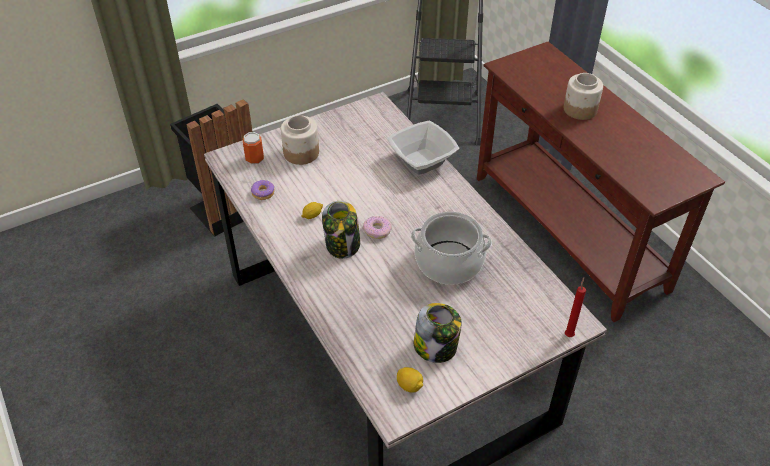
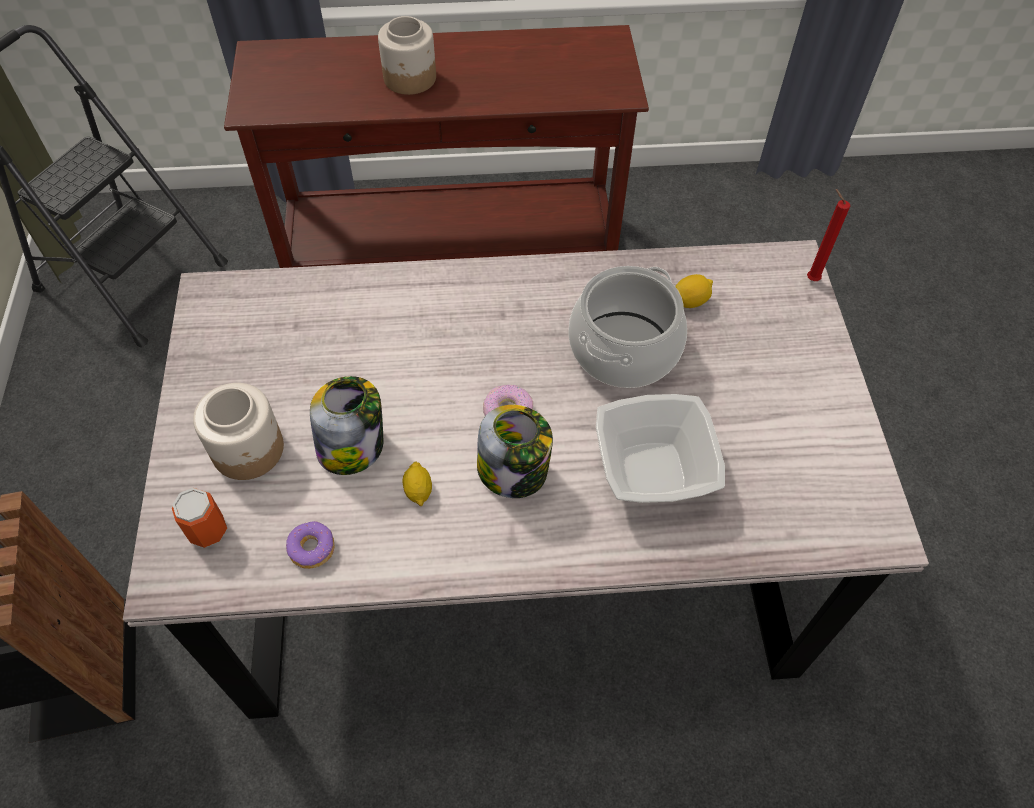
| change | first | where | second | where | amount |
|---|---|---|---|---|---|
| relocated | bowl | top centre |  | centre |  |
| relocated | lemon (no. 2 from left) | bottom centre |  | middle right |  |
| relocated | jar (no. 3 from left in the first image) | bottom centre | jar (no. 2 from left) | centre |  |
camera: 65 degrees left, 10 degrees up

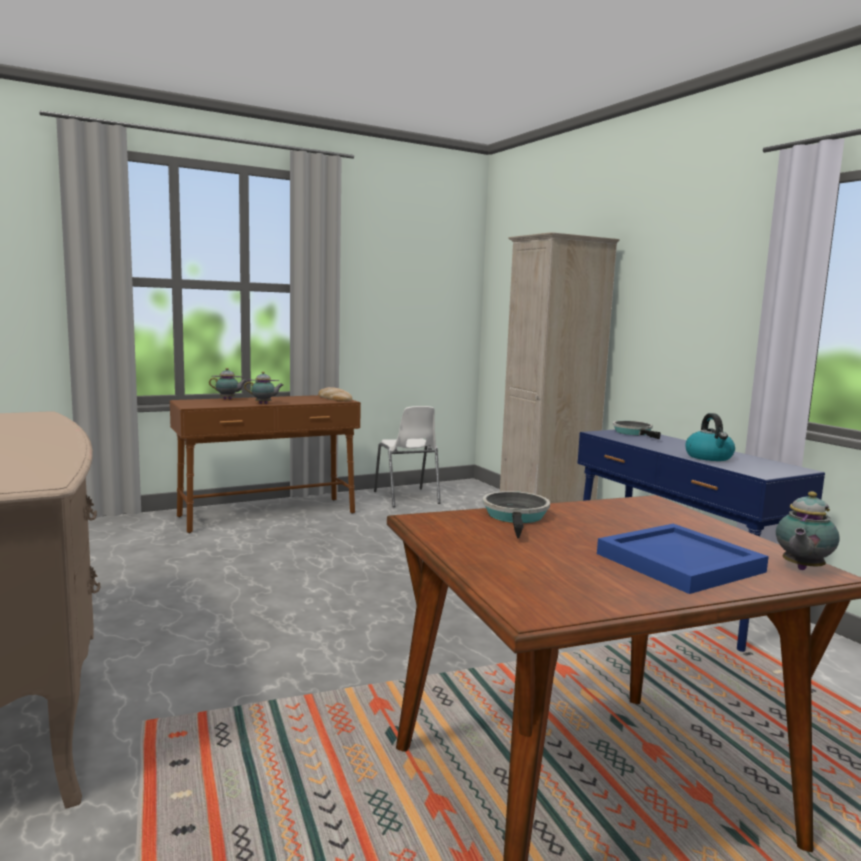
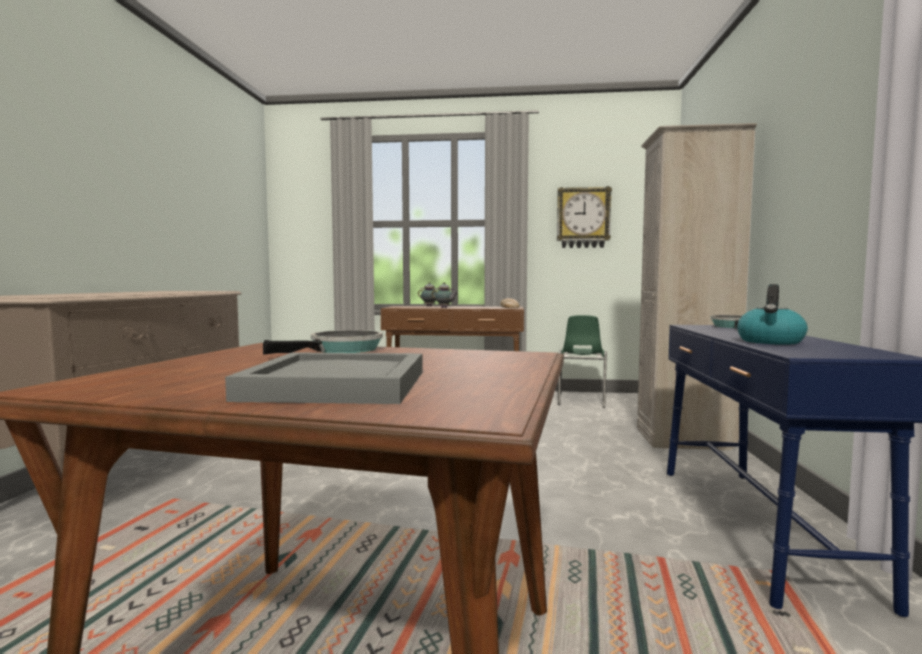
| change | first | where | second | where | amount |
|---|---|---|---|---|---|
| missing | teapot (no. 3 from left) | middle right |  |  |  |
| appeared |  |  | wall clock | top centre |  |
| colour | chair/white | centre | chair/green | centre |  |
| colour | tray/blue | middle right | tray/grey | centre |  |
camera: 35 degrees right, 5 degrees down

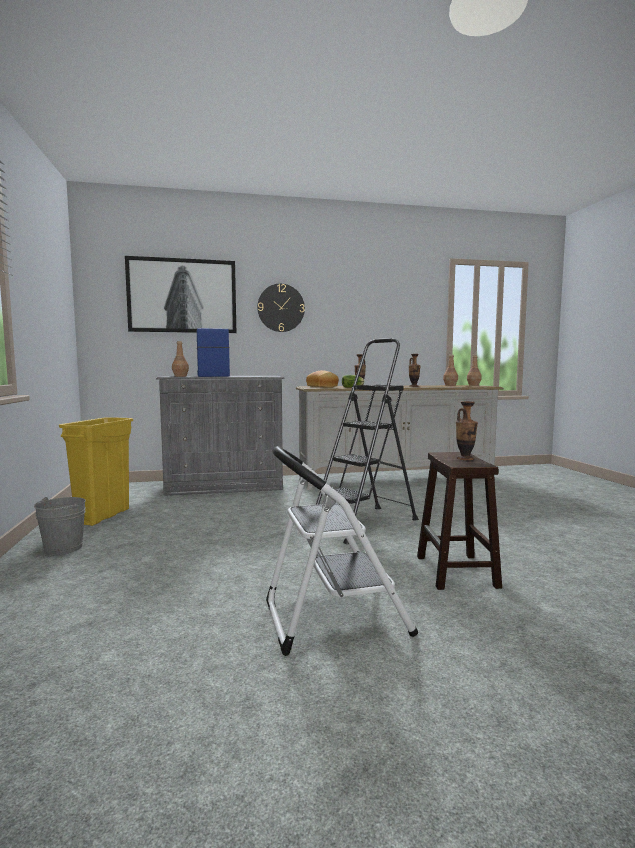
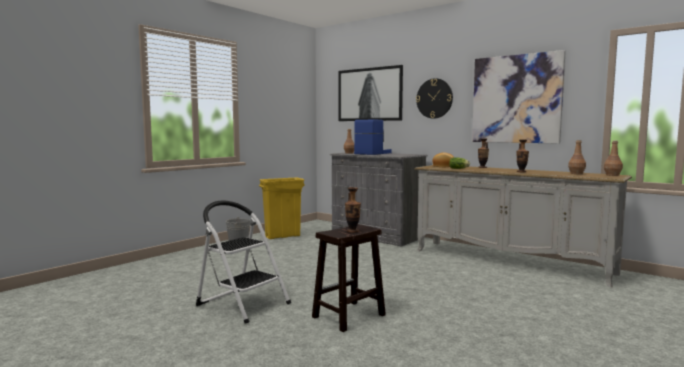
| change | first | where | second | where | amount |
|---|---|---|---|---|---|
| missing | step ladder (no. 2 from left) | centre |  |  |  |
| appeared |  |  | picture (no. 2 from left) | top right |  |
camera: 50 degrees right, 0 degrees up

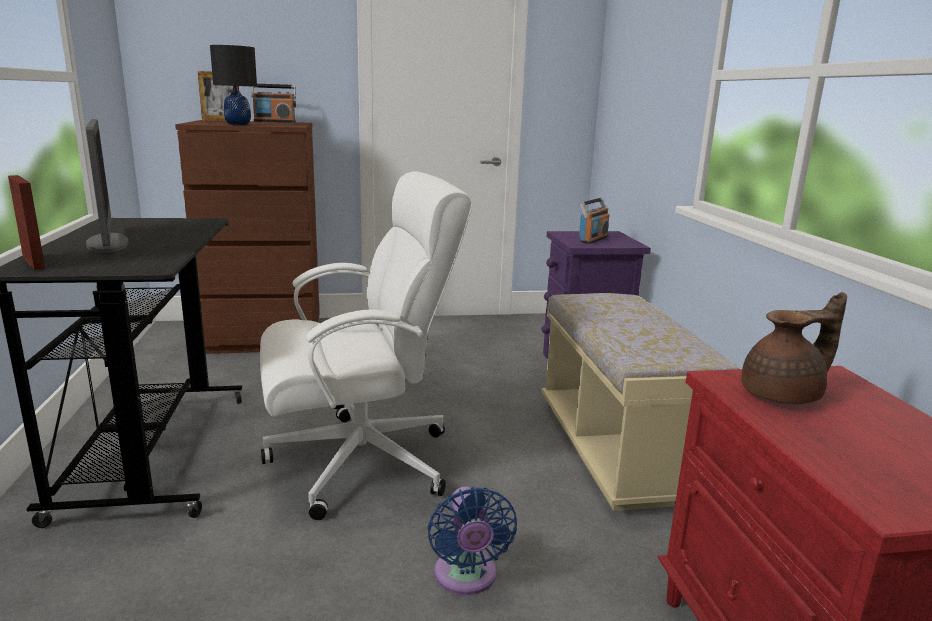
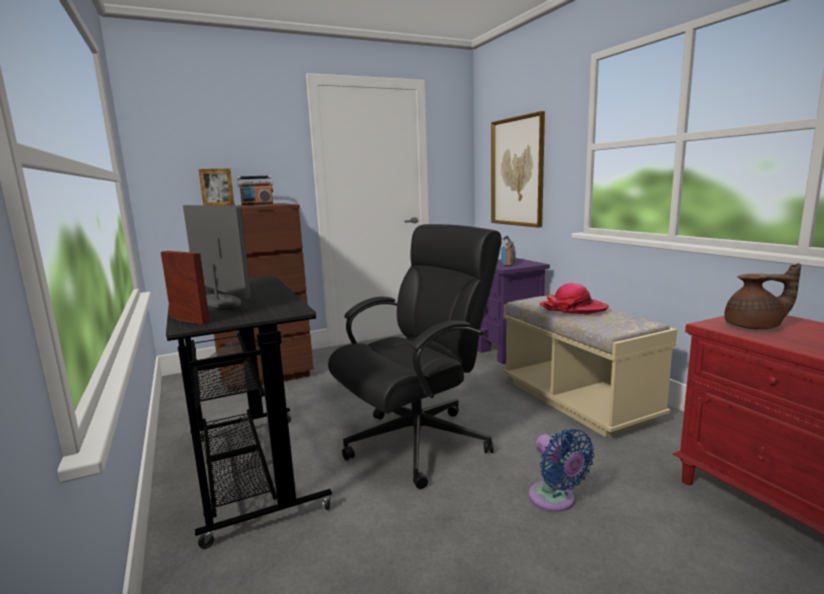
| change | first | where | second | where | amount |
|---|---|---|---|---|---|
| missing | table lamp/black | top left |  |  |  |
| appeared |  |  | picture | top centre |  |
| appeared |  |  | hat | middle right |  |
| colour | office chair/white | centre | office chair/black | centre |  |
| spun | teapot/brown | middle right |  | middle right | 45 degrees clockwise |
camera: 15 degrees left, 5 degrees down

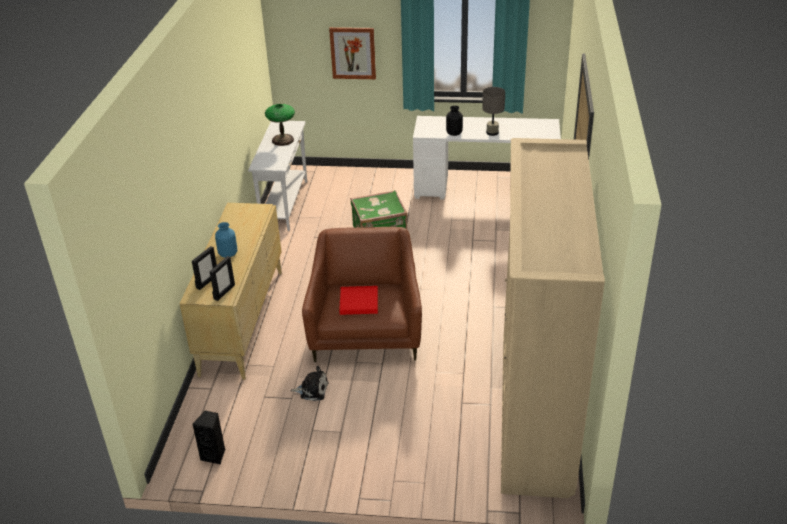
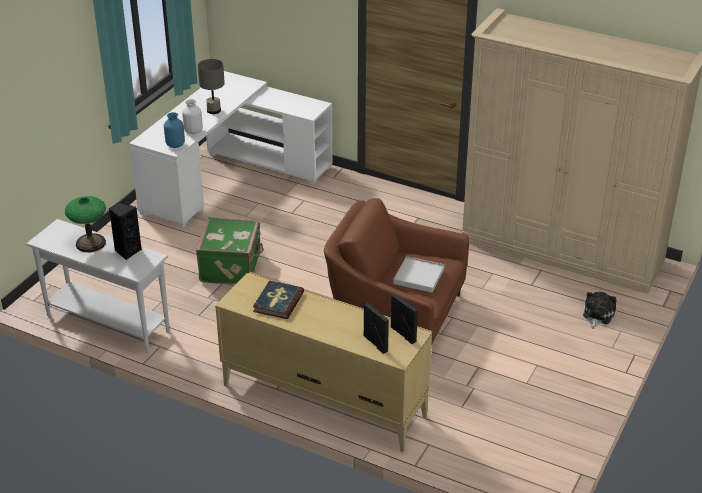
| change | first | where | second | where | amount |
|---|---|---|---|---|---|
| missing | picture | top centre |  |  |  |
| appeared |  |  | book | centre |  |
| relocated | speaker/black | bottom left |  | middle left |  |
| relocated | vase/blue | middle left |  | top left |  |
| relocated | plush toy | bottom centre |  | middle right |  |
| colour | tray/red | centre | tray/white | centre |  |
| colour | vase/black | top centre | vase/white | top left |  |
camera: 70 degrees left, 0 degrees up

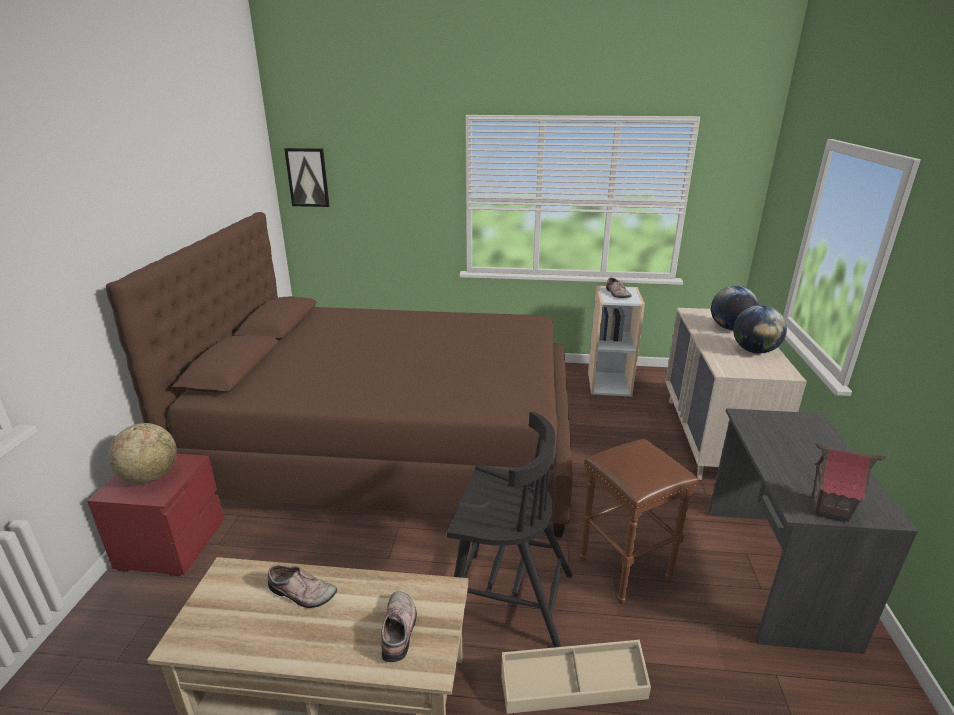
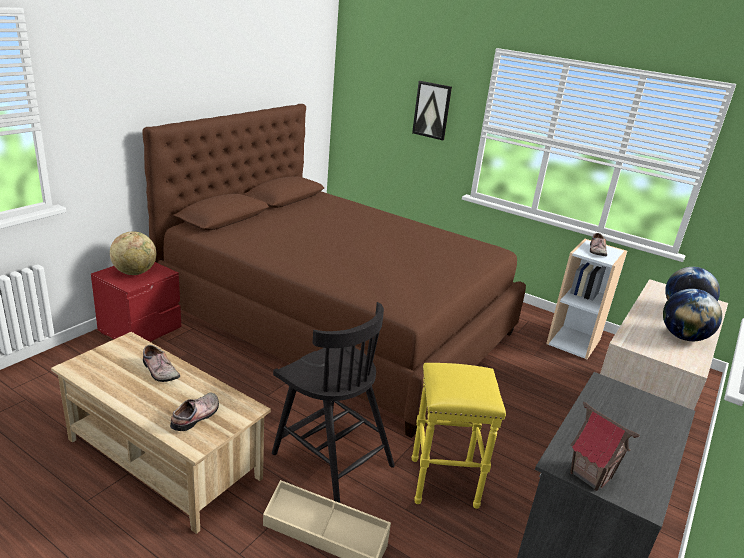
| change | first | where | second | where | amount |
|---|---|---|---|---|---|
| relocated | picture | top left |  | top centre |  |
| colour | stool/brown | bottom right | stool/yellow | bottom centre |  |
camera: 25 degrees right, 0 degrees up

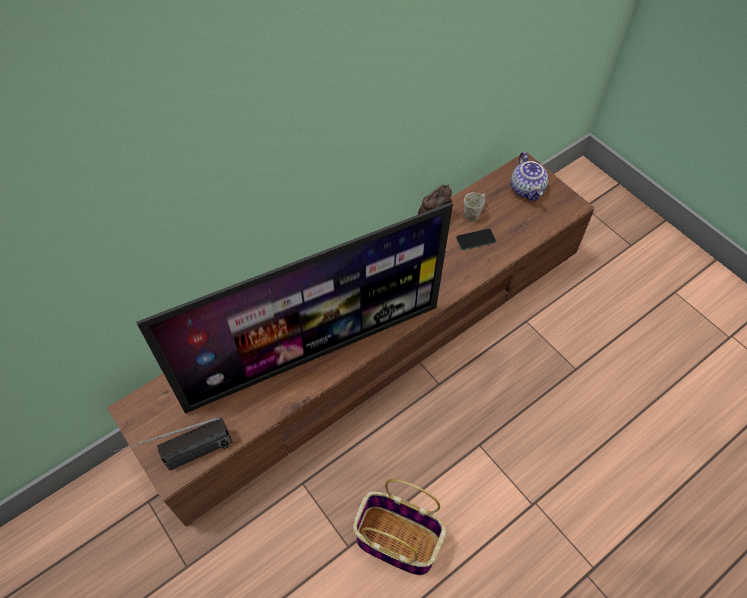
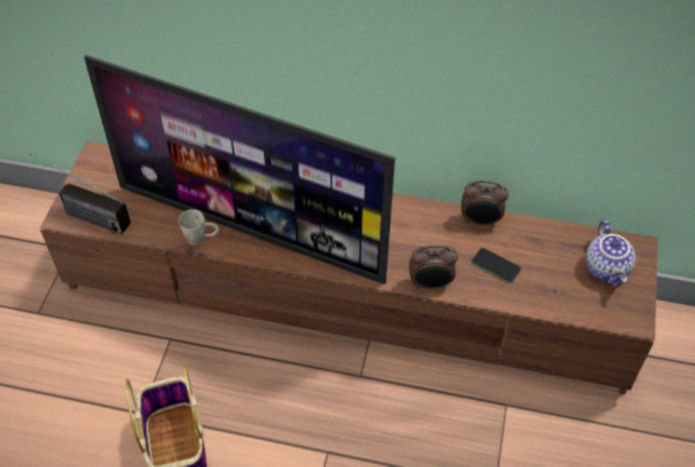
| change | first | where | second | where | amount |
|---|---|---|---|---|---|
| appeared |  |  | alarm clock (no. 1 from left) | centre |  |
| relocated | mug/white | centre |  | middle left |  |
| spun | teapot | top right |  | middle right | 45 degrees counterclockwise |
camera: 50 degrees right, 5 degrees down

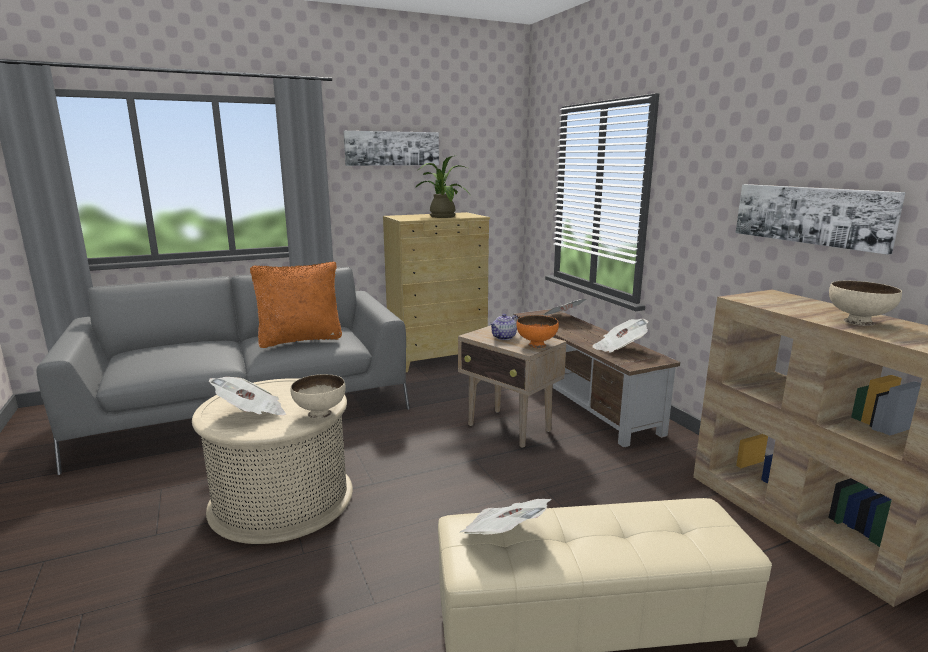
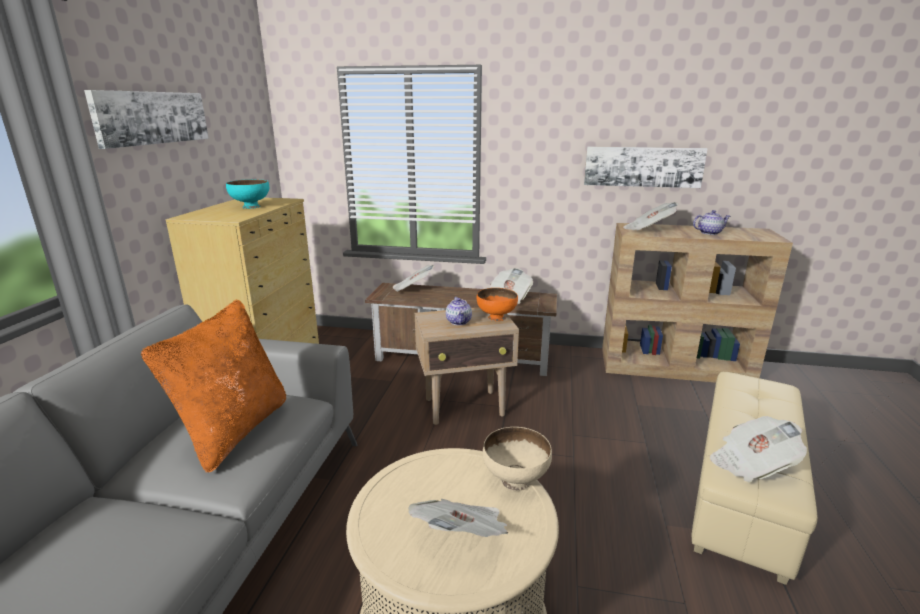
| change | first | where | second | where | amount |
|---|---|---|---|---|---|
| appeared |  |  | newspaper (no. 4 from left) | middle right |  |
| exchanged | potted plant | top centre | bowl/turquoise | top left |  |
| exchanged | bowl/beige (no. 2 from left) | middle right | teapot (no. 2 from left) | middle right |  |
camera: 55 degrees left, 5 degrees up

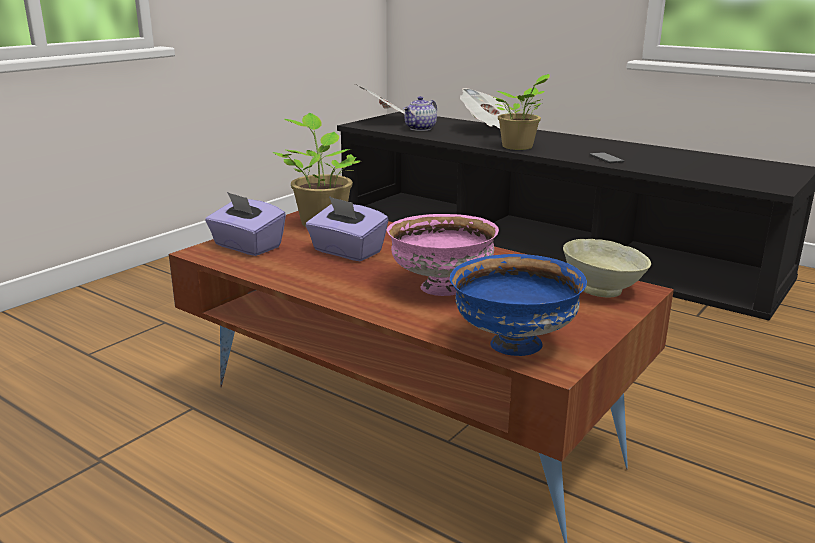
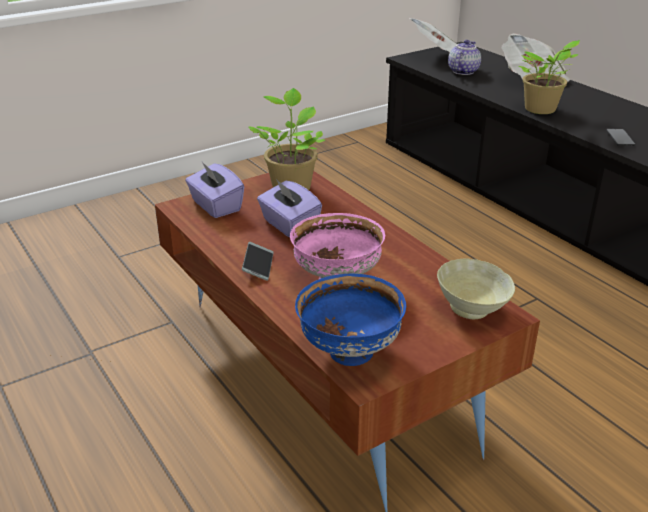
| change | first | where | second | where | amount |
|---|---|---|---|---|---|
| appeared |  |  | phone (no. 1 from left) | centre |  |
| spun | teapot | top centre |  | top right | 150 degrees clockwise |
camera: 20 degrees right, 10 degrees up

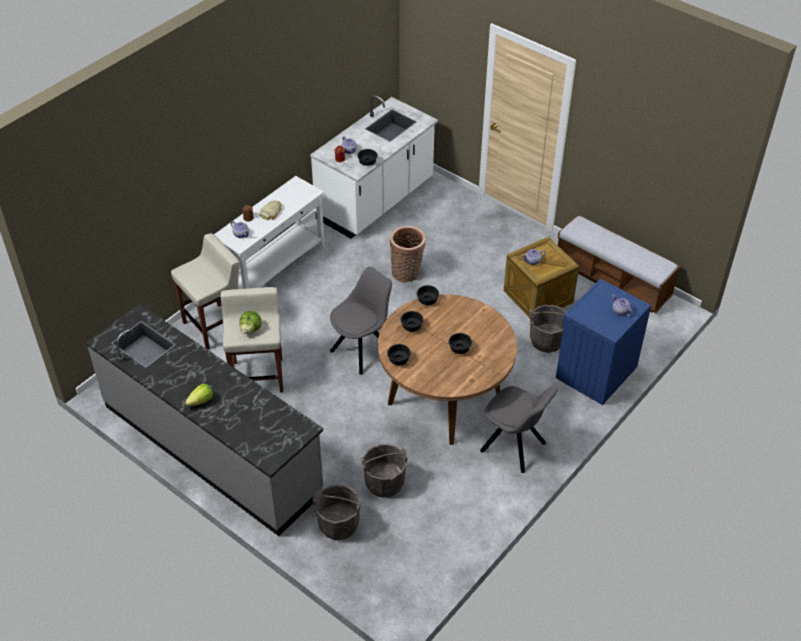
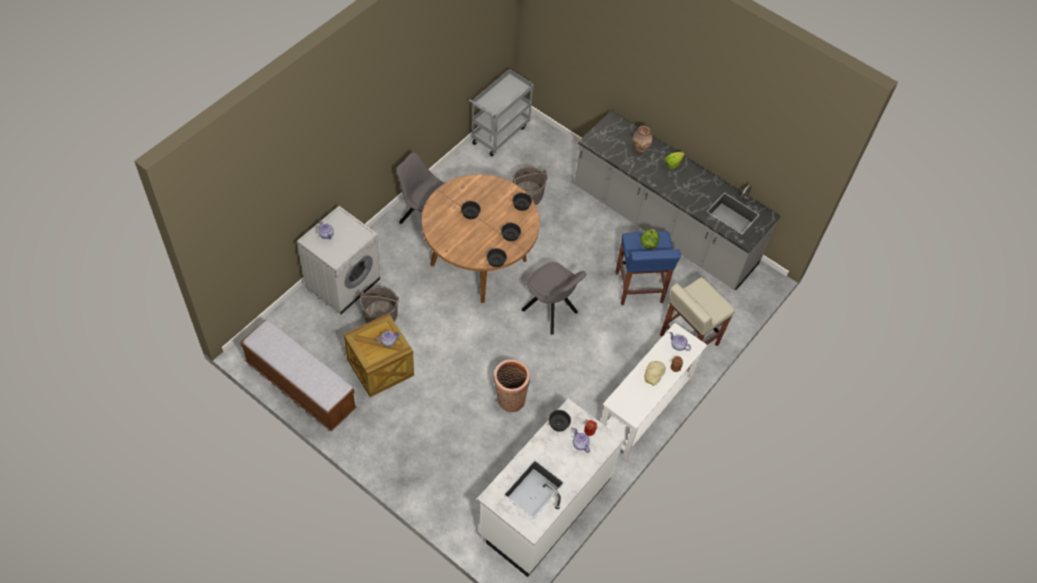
| change | first | where | second | where | amount |
|---|---|---|---|---|---|
| missing | bucket/grey (no. 1 from left) | bottom centre |  |  |  |
| appeared |  |  | cart/grey | top centre |  |
| appeared |  |  | vase/brown | top centre |  |
| colour | stool/beige (no. 2 from left) | middle left | stool/blue | centre |  |
| colour | washing machine/blue | middle right | washing machine/white | middle left |  |
| spun | chair/grey (no. 1 from left in the first image) | centre | chair/grey (no. 2 from left) | centre | 90 degrees counterclockwise |
camera: 175 degrees right, 10 degrees up

